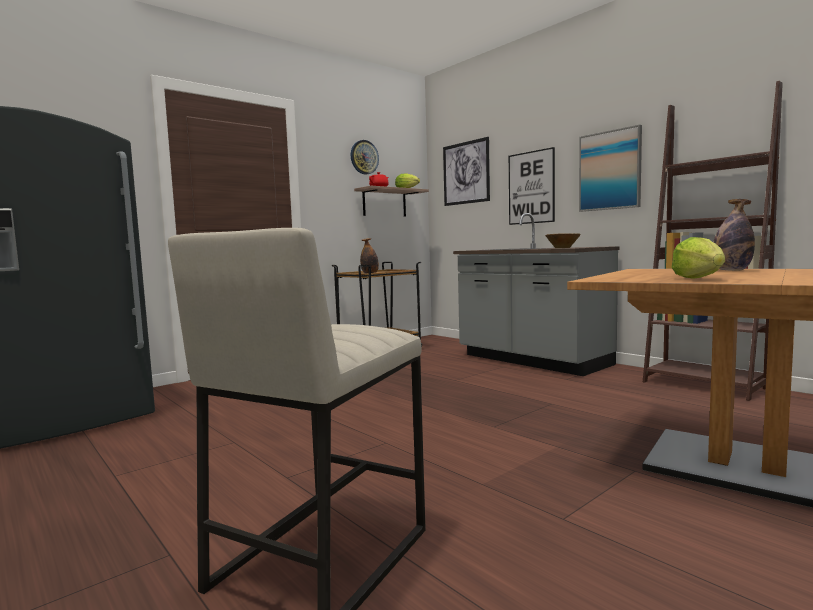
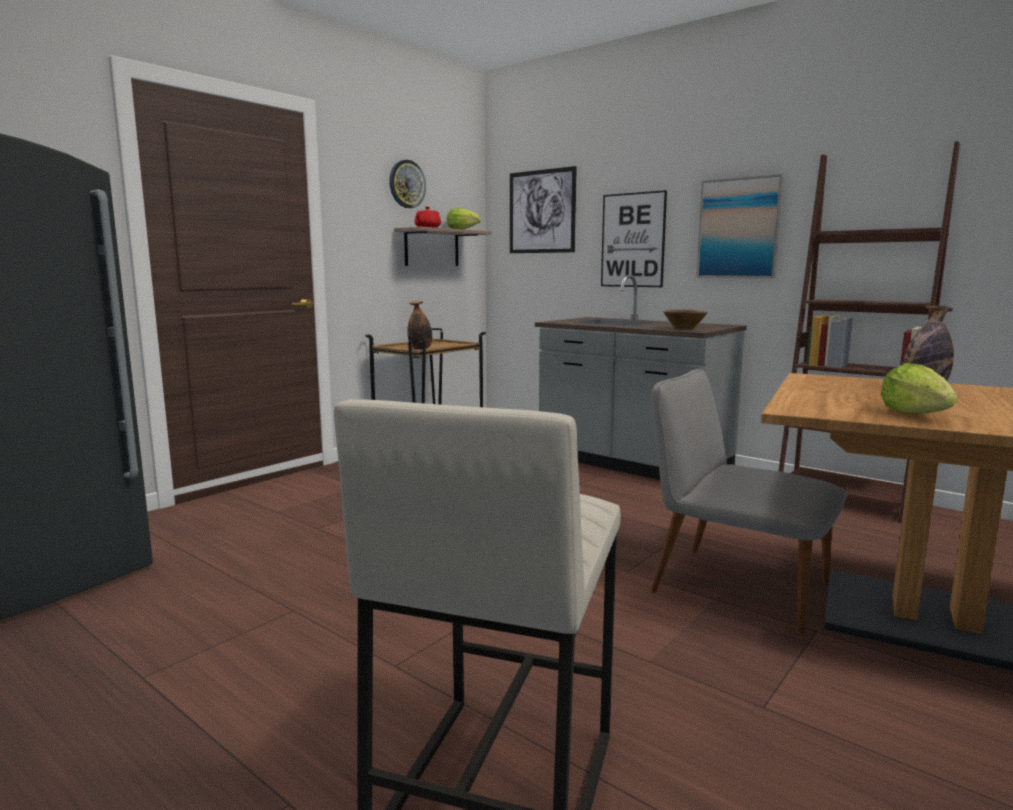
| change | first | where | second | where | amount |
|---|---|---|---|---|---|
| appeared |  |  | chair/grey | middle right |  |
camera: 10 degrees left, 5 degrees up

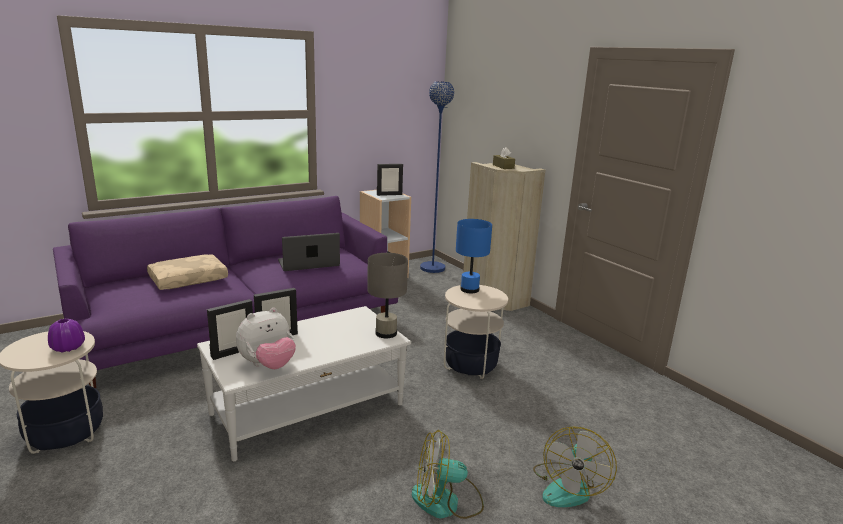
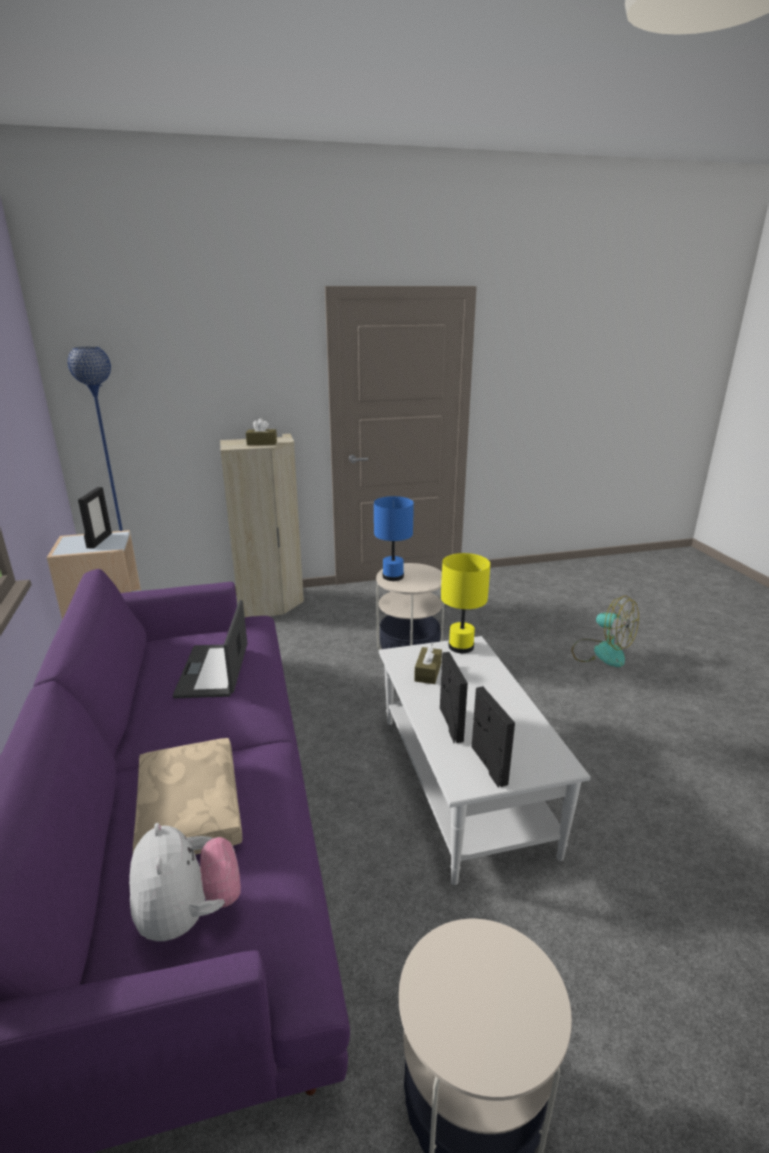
| change | first | where | second | where | amount |
|---|---|---|---|---|---|
| missing | vase/purple | middle left |  |  |  |
| missing | fan (no. 1 from left) | bottom centre |  |  |  |
| appeared |  |  | tissue box/brown (no. 2 from left) | centre |  |
| relocated | plush toy | middle left |  | bottom left |  |
| colour | table lamp/grey | centre | table lamp/yellow | centre |  |
camera: 70 degrees left, 5 degrees up

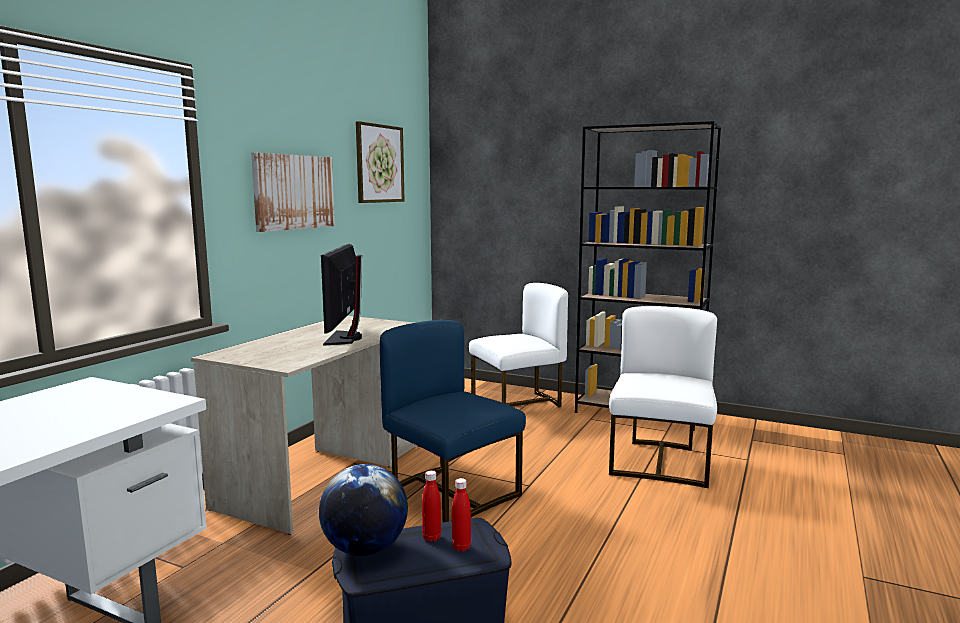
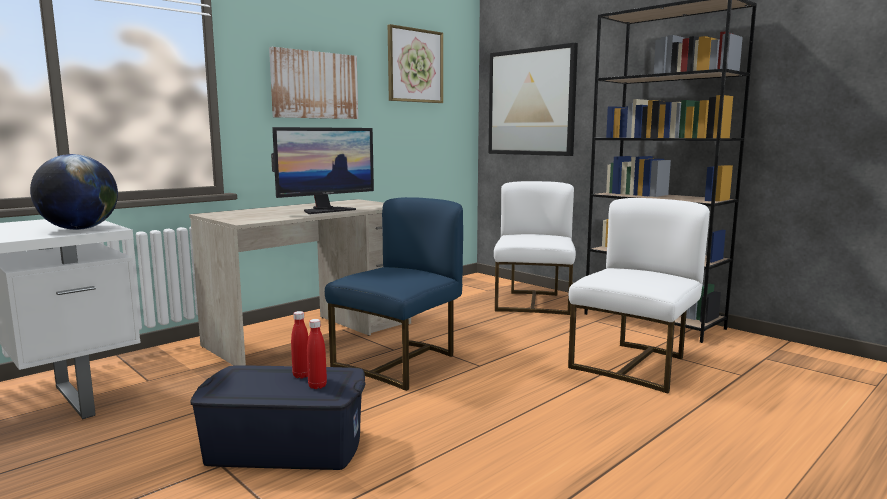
| change | first | where | second | where | amount |
|---|---|---|---|---|---|
| appeared |  |  | picture (no. 3 from left) | top centre |  |
| relocated | globe | bottom centre |  | middle left |  |
| spun | monitor | centre |  | centre | 150 degrees counterclockwise |
| spun | chair/blue | bottom centre |  | centre | 60 degrees clockwise |
| spun | chair/white (no. 1 from left) | centre |  | centre | 75 degrees counterclockwise |
camera: 20 degrees right, 0 degrees up

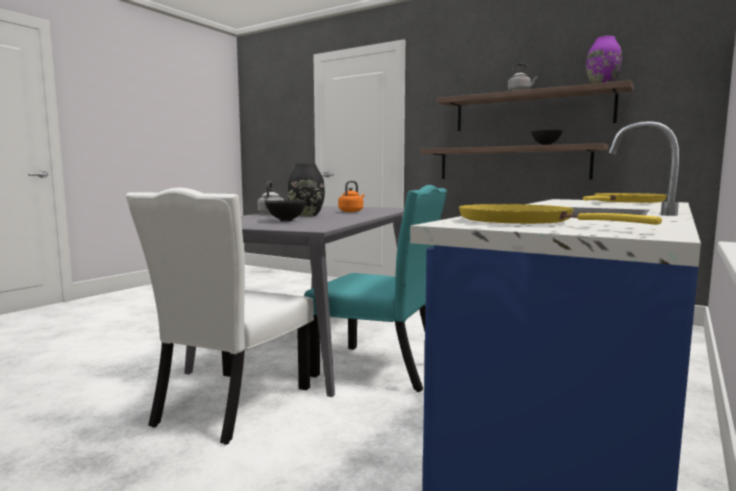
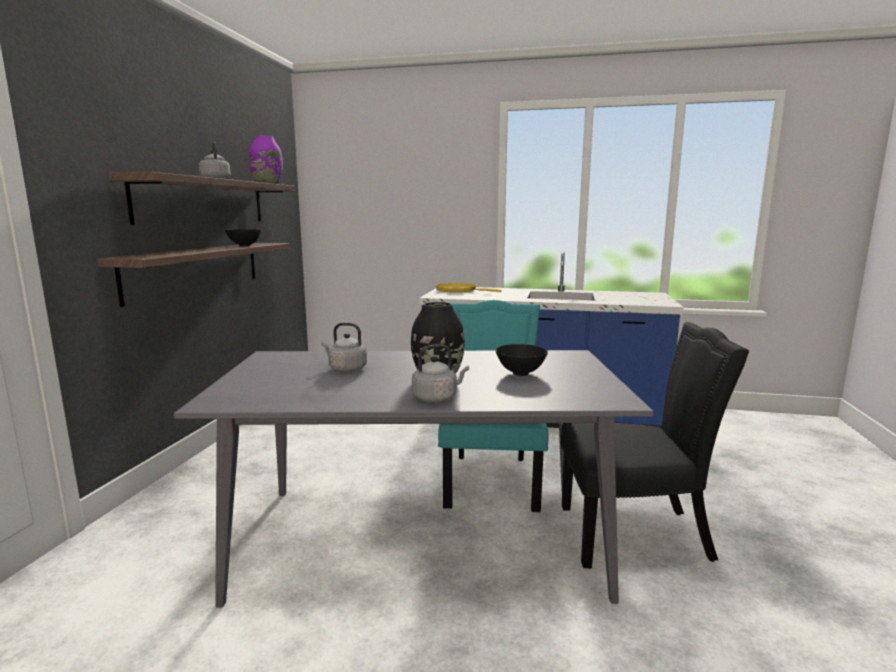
| change | first | where | second | where | amount |
|---|---|---|---|---|---|
| missing | frying pan/yellow (no. 1 from left) | middle right |  |  |  |
| colour | chair/white | middle left | chair/black | middle right |  |
| colour | kettle/orange | centre | kettle/grey (no. 2 from left) | centre |  |
camera: 110 degrees left, 5 degrees up

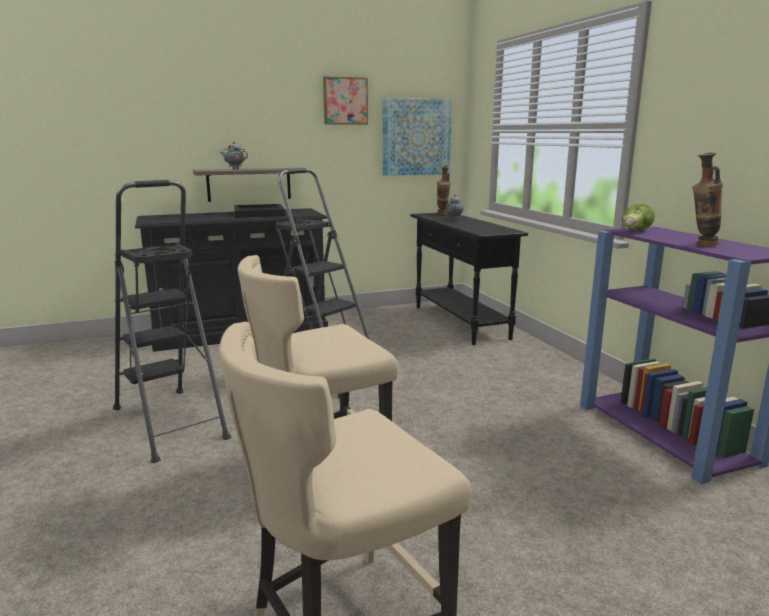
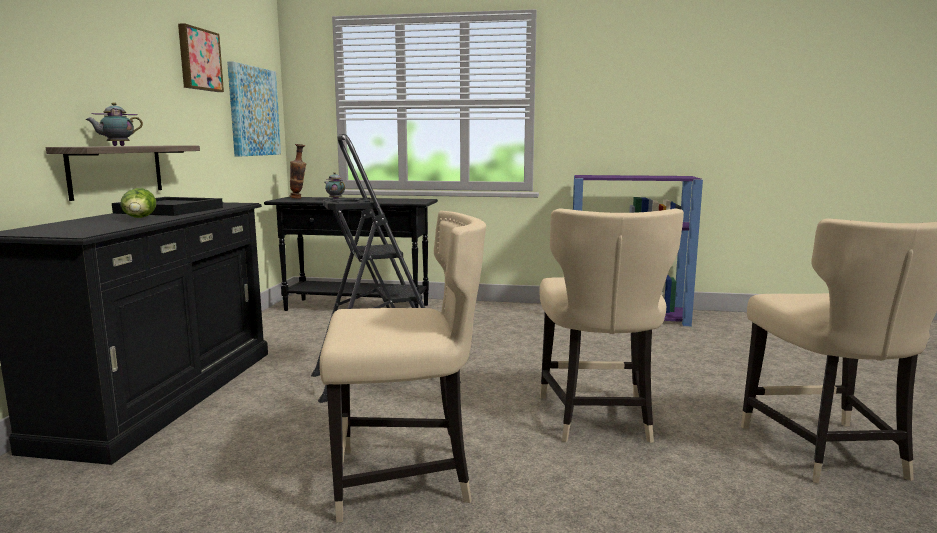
| change | first | where | second | where | amount |
|---|---|---|---|---|---|
| missing | vase (no. 2 from left) | top right |  |  |  |
| relocated | lettuce | middle right |  | middle left |  |
| exchanged | step ladder (no. 1 from left) | middle left | chair/beige (no. 1 from left) | bottom centre |  |
camera: 60 degrees left, 5 degrees down

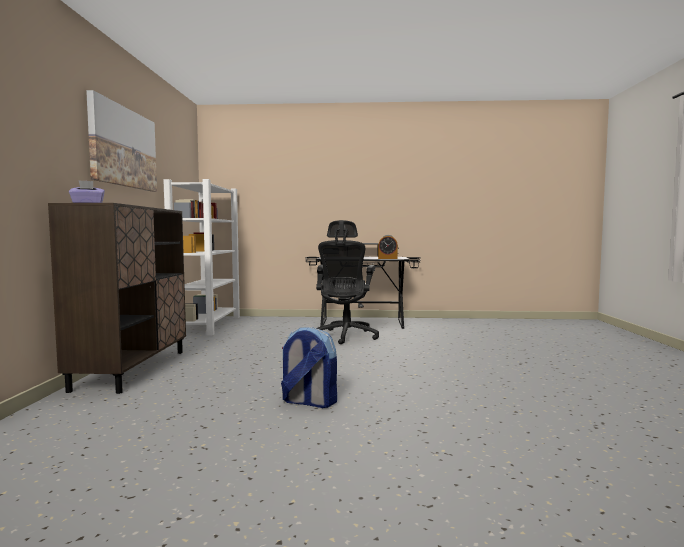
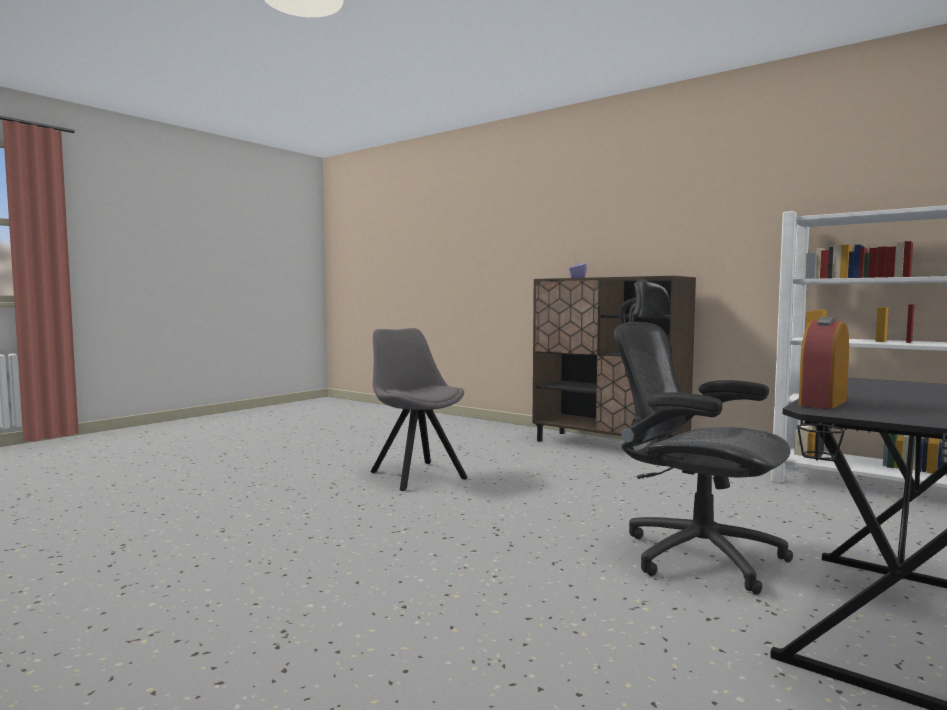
| change | first | where | second | where | amount |
|---|---|---|---|---|---|
| missing | picture | top left |  |  |  |
| exchanged | backpack | bottom centre | chair/grey | centre |  |
camera: 125 degrees right, 0 degrees up

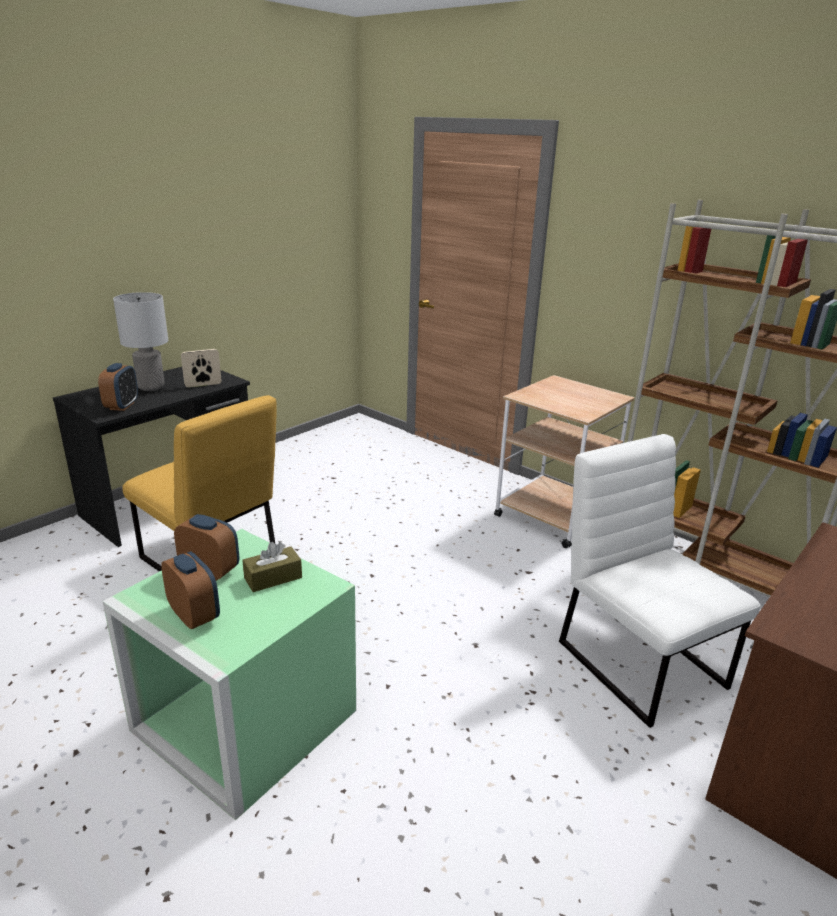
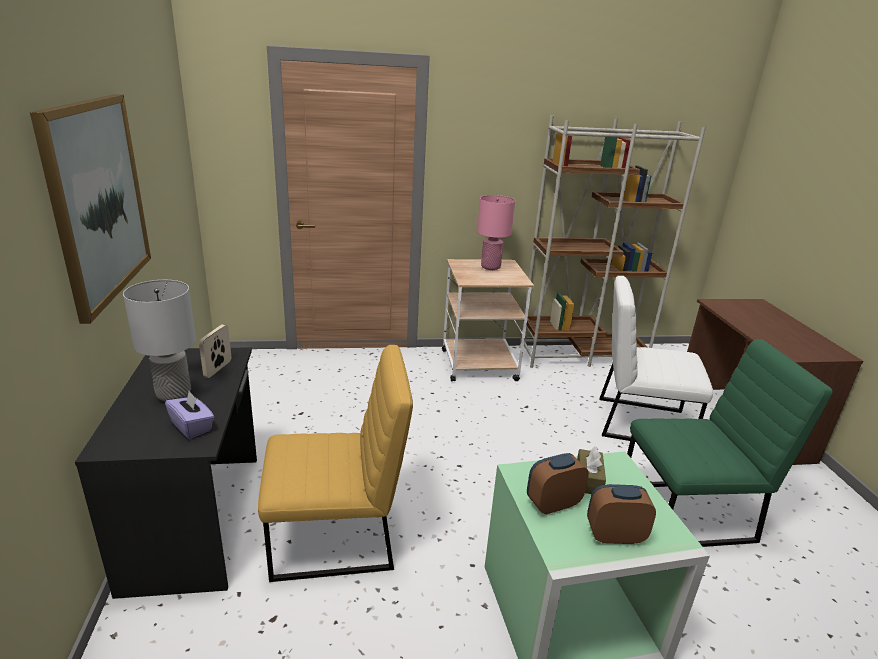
| change | first | where | second | where | amount |
|---|---|---|---|---|---|
| appeared |  |  | picture | top left |  |
| appeared |  |  | table lamp/pink | centre |  |
| appeared |  |  | chair/green | bottom right |  |
| exchanged | alarm clock (no. 1 from left) | middle left | tissue box/purple | middle left |  |
camera: 50 degrees left, 0 degrees up

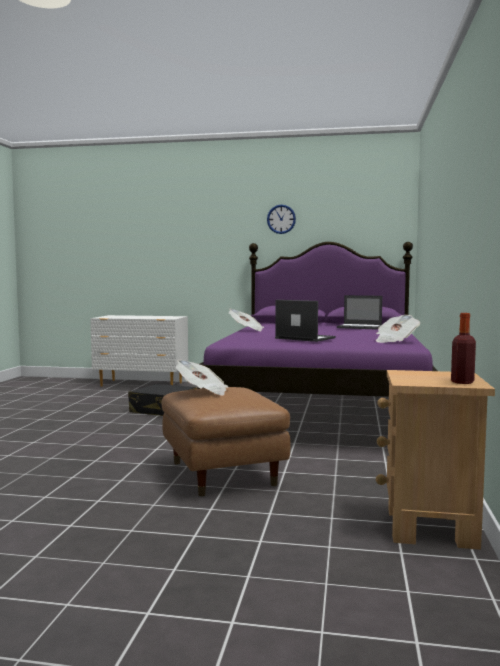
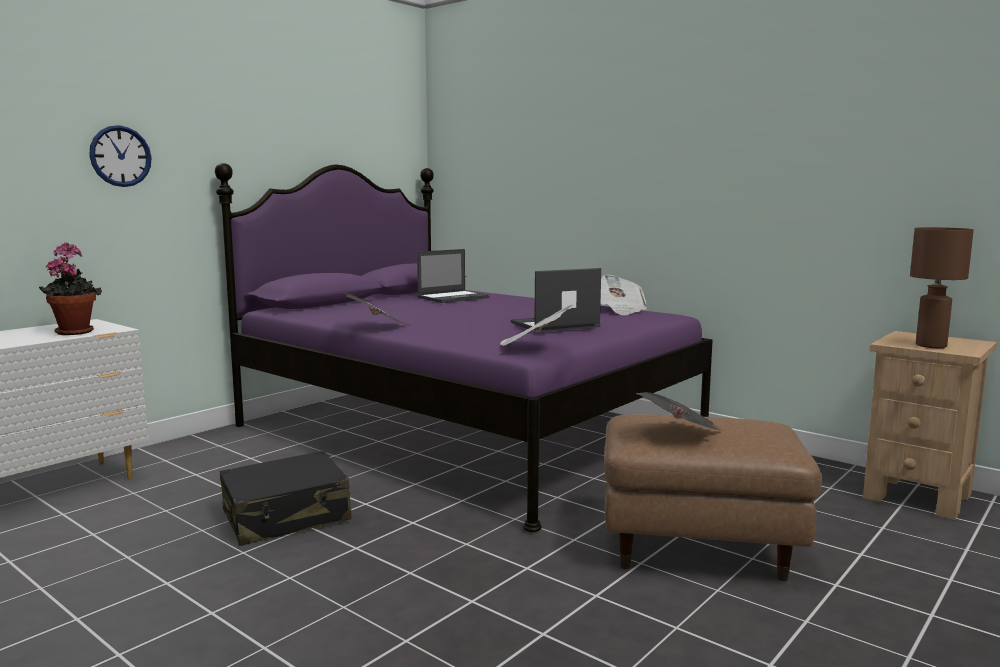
| change | first | where | second | where | amount |
|---|---|---|---|---|---|
| missing | bottle | middle right |  |  |  |
| appeared |  |  | potted plant | middle left |  |
| appeared |  |  | newspaper (no. 2 from left) | centre |  |
| appeared |  |  | table lamp/brown | middle right |  |
| relocated | wall clock | top centre |  | top left |  |
camera: 60 degrees left, 5 degrees up

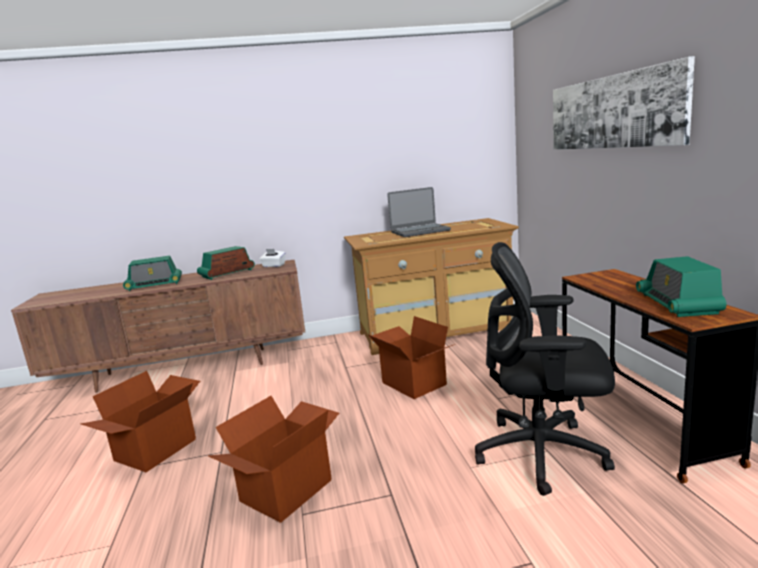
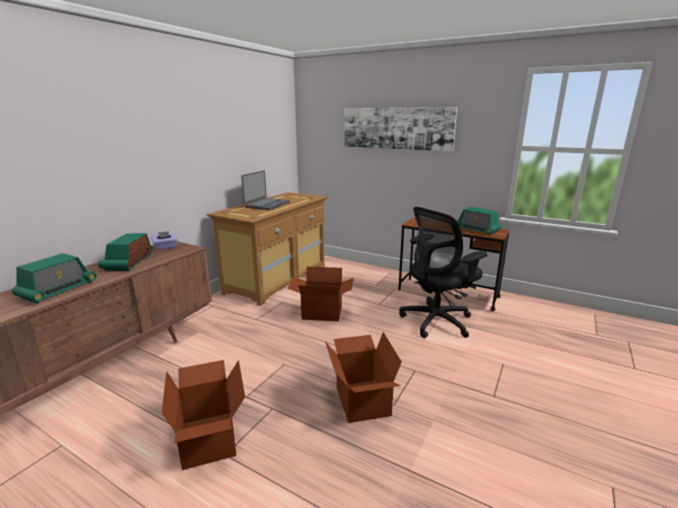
| change | first | where | second | where | amount |
|---|---|---|---|---|---|
| colour | tissue box/white | centre | tissue box/purple | middle left |  |
camera: 50 degrees left, 5 degrees up

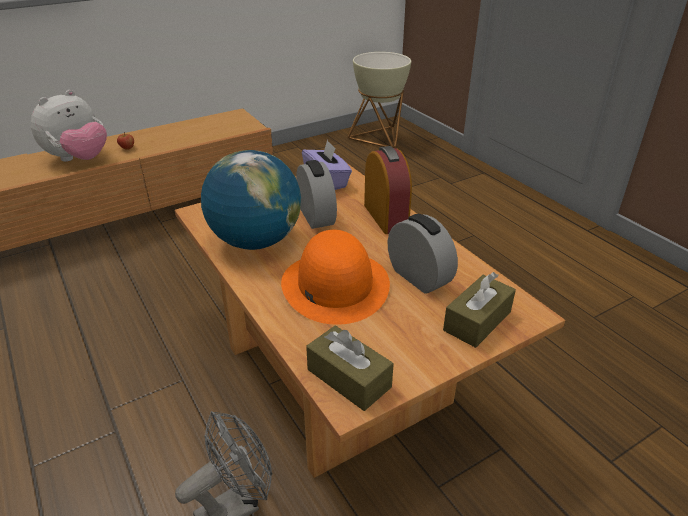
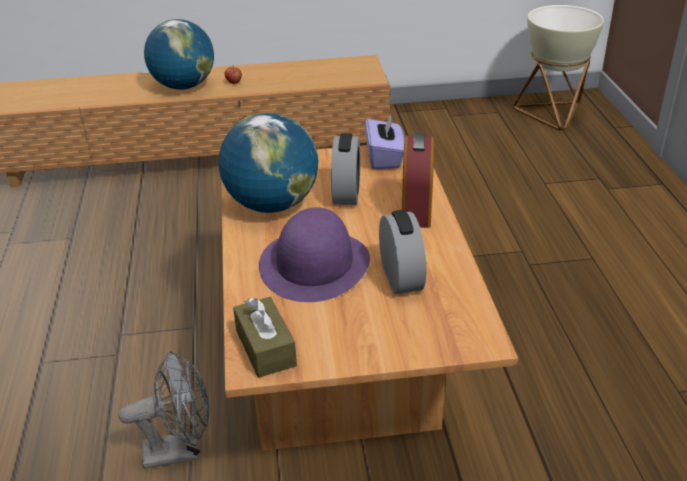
| change | first | where | second | where | amount |
|---|---|---|---|---|---|
| missing | tissue box/brown (no. 2 from left) | middle right |  |  |  |
| exchanged | plush toy | top left | globe (no. 1 from left) | top left |  |
| colour | hat/orange | centre | hat/purple | centre |  |
camera: 25 degrees right, 0 degrees up

